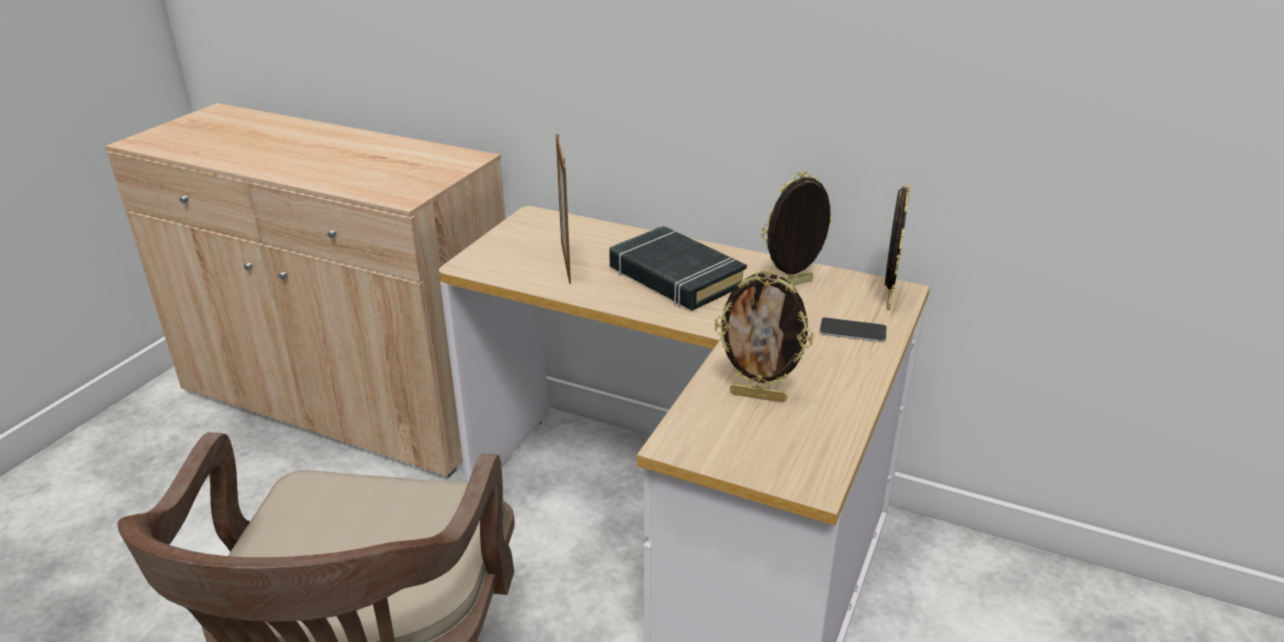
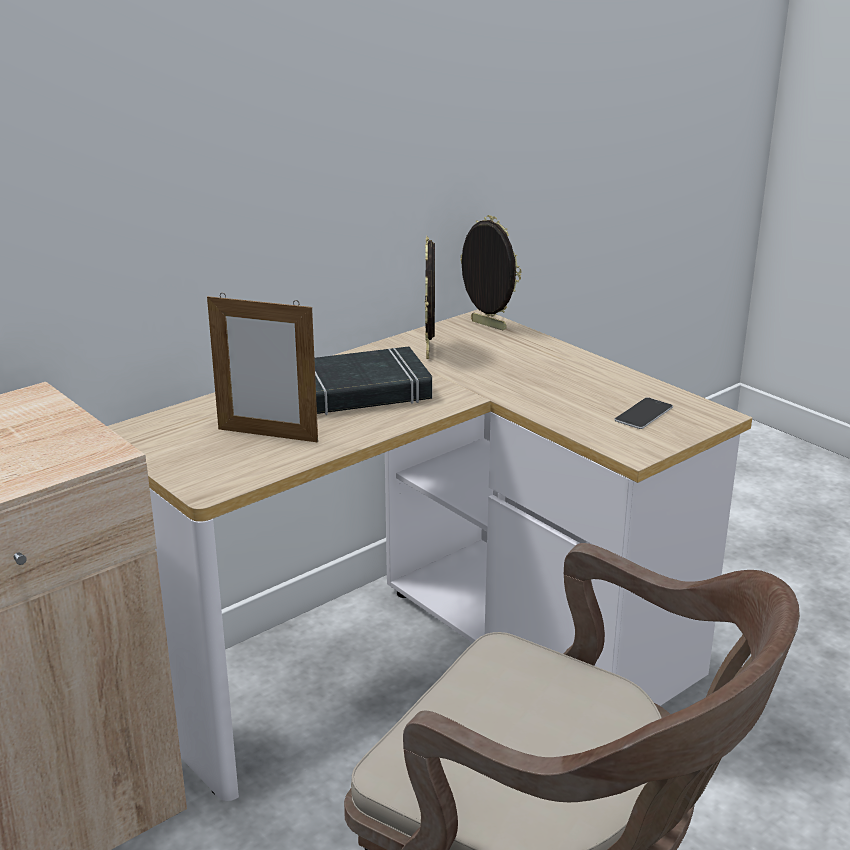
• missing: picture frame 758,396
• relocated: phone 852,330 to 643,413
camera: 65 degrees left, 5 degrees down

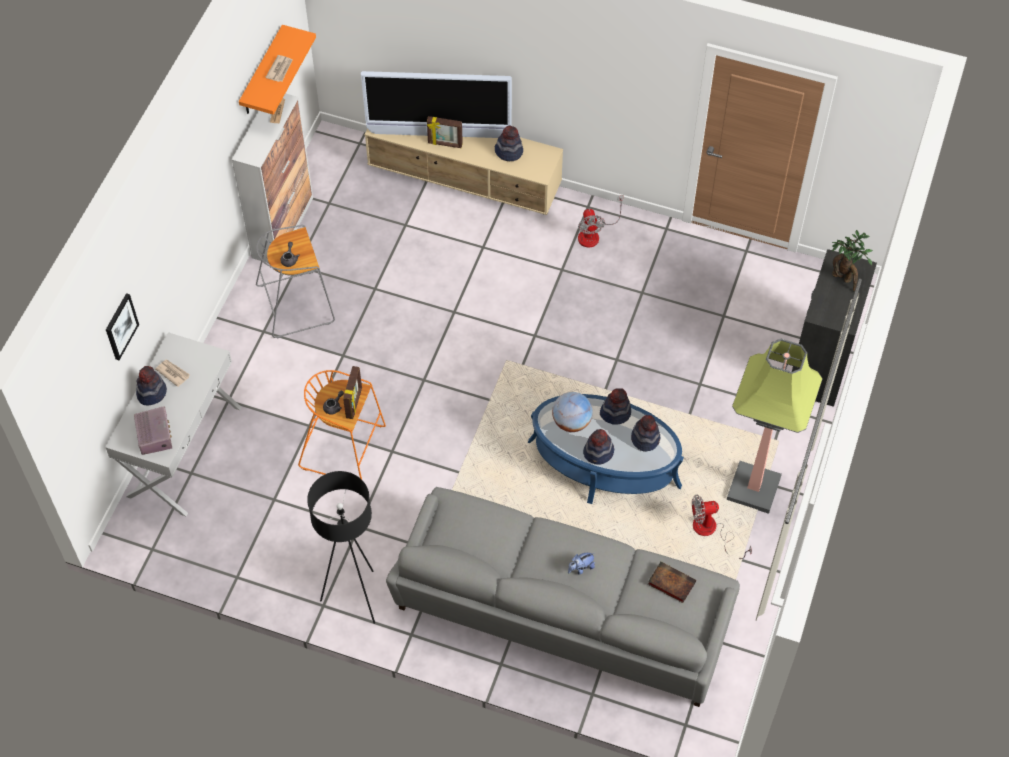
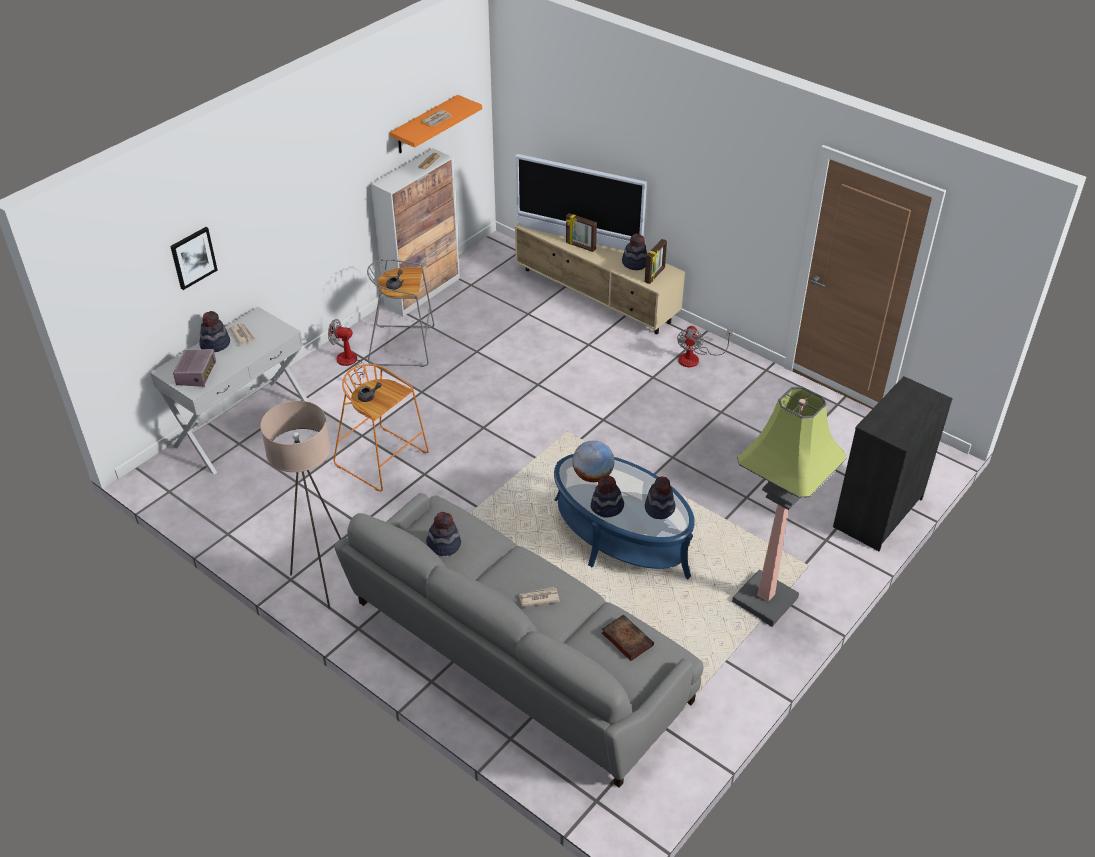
• missing: potted plant 843,278
• relocated: picture frame 354,403 to 655,275
• relocated: hat 615,413 to 444,544
• colour: black floor lamp 355,597 to beige floor lamp 324,581
• relocated: fan 711,531 to 349,364
• exchanged: plush toy 581,568 to newspaper 538,598
camera: 20 degrees right, 15 degrees down

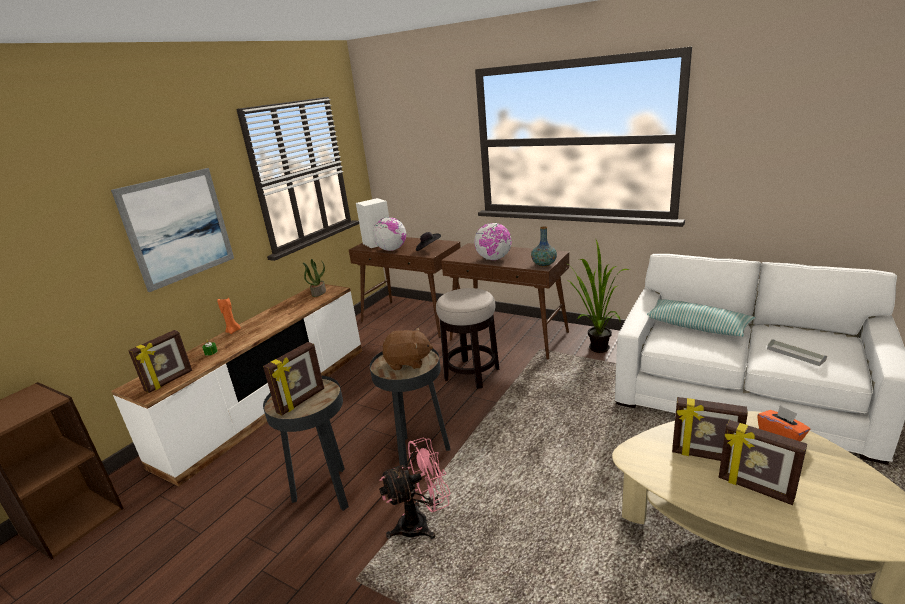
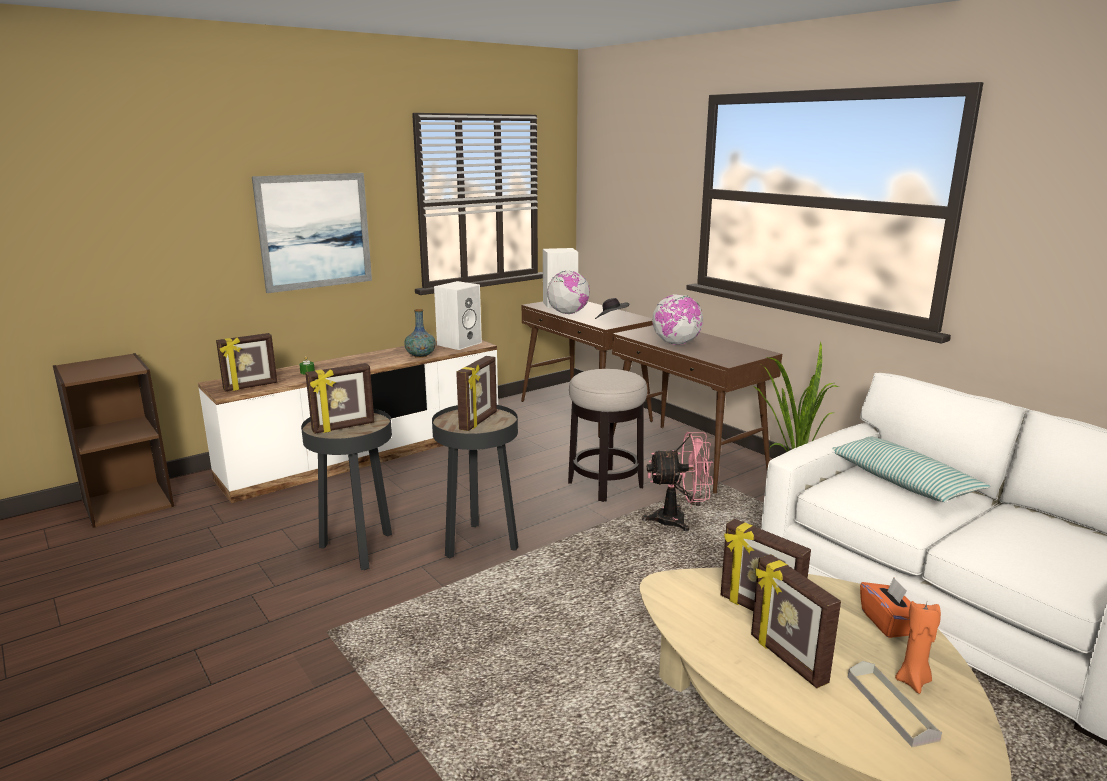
• relocated: vase 544,265 to 420,356
• exchanged: potted plant 318,293 to white speaker 459,343
• relocated: orange candle 233,331 to 913,681
• exchanged: brown plush toy 408,362 to picture frame 479,421
• relocated: grey tray 795,354 to 891,707
• relocated: pink fan 421,523 to 678,520
camera: 20 degrees right, 5 degrees down

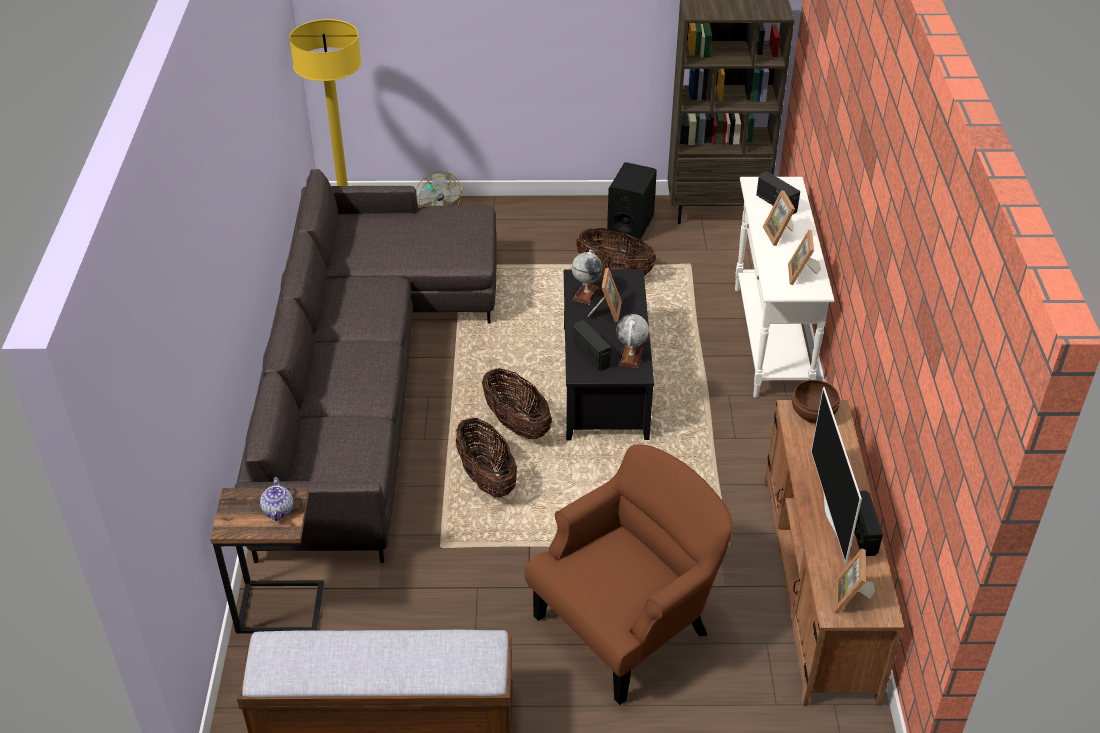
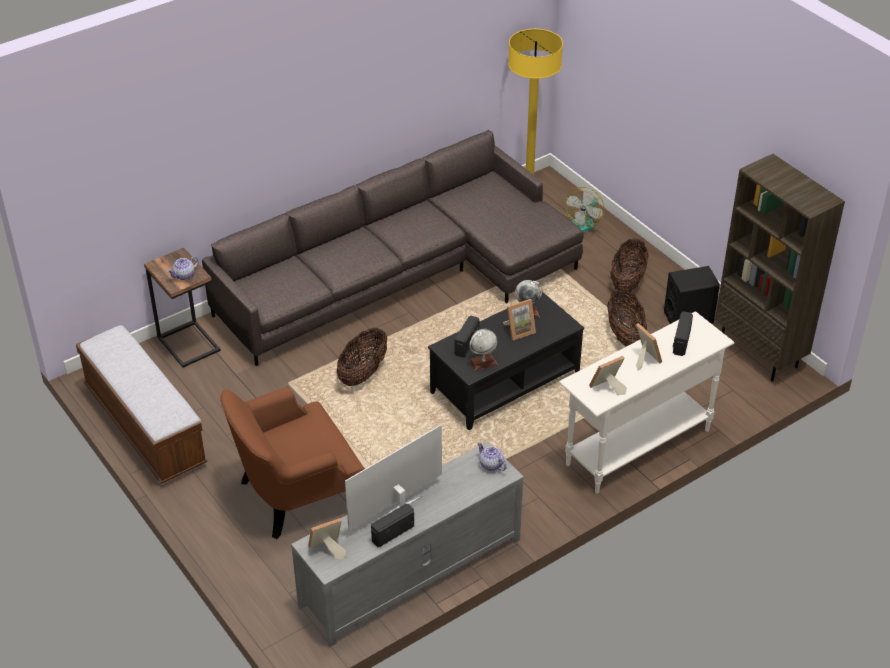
• spun: picture frame 780,235 = 644,358 105 degrees clockwise
• relocated: basket 517,424 to 627,282
• exchanged: brown bowl 814,414 to teapot 490,465
• colour: brown tv stand 818,584 to grey tv stand 410,573
• spun: brown armchair 626,625 = 296,494 135 degrees clockwise
camera: 55 degrees right, 0 degrees up

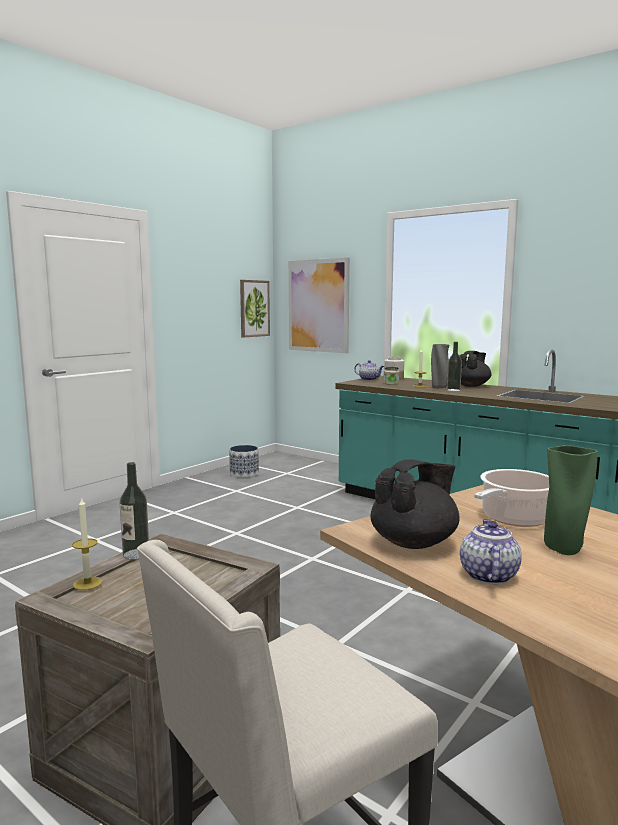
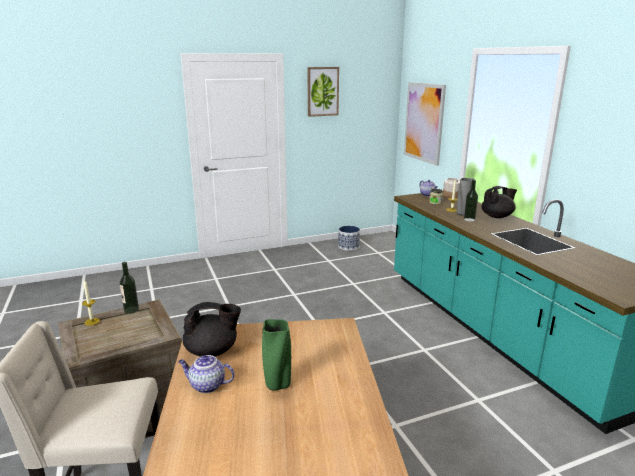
• relocated: picture 254,308 to 322,91
• missing: cooking pot 514,519
• spun: teapot 487,575 = 206,385 120 degrees counterclockwise
camera: 30 degrees right, 10 degrees up

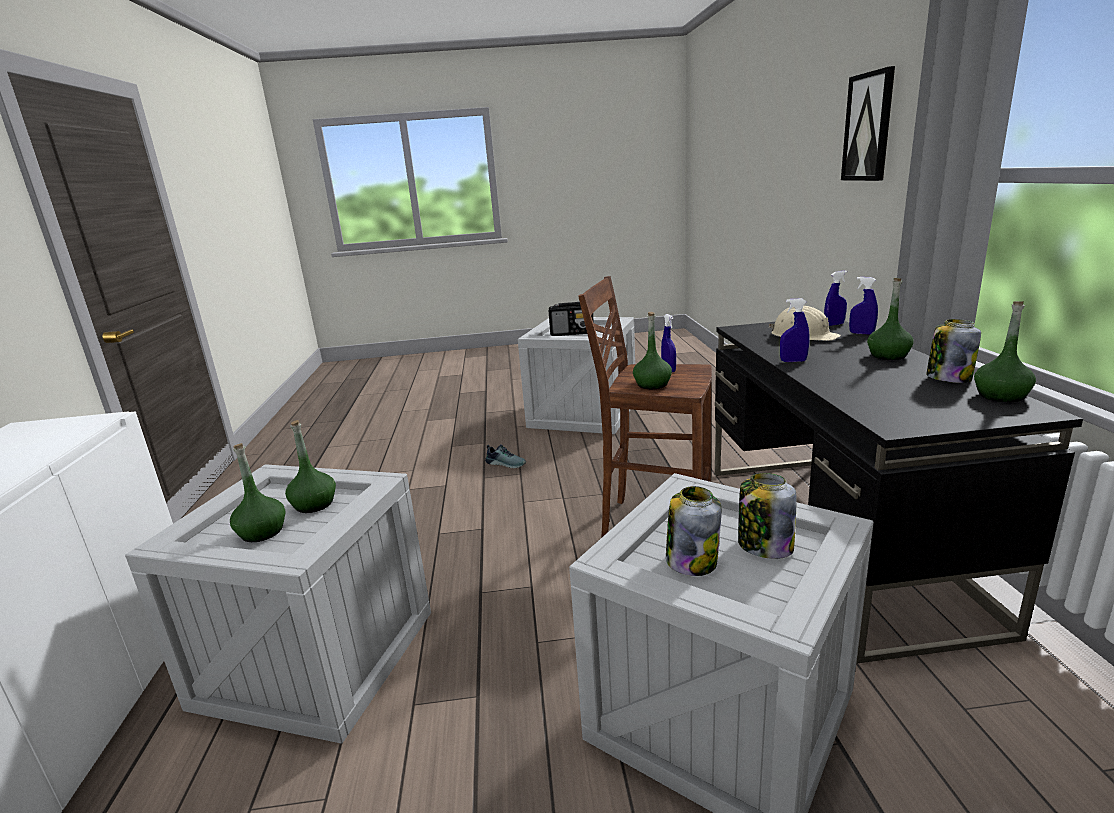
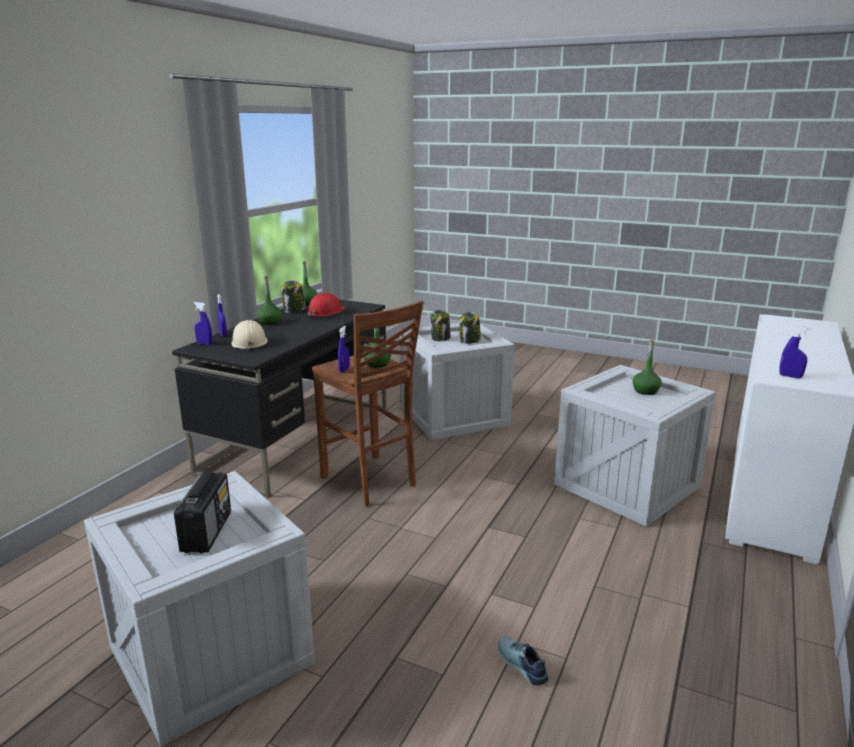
• missing: picture 868,127
• relocated: blue spray bottle 793,361 to 790,376
• spun: radio 572,333 = 207,531 60 degrees clockwise
• missing: green bottle 314,504
• relocated: shoe 506,463 to 520,665
• appeared: red hard hat 325,312
camera: 150 degrees left, 0 degrees up

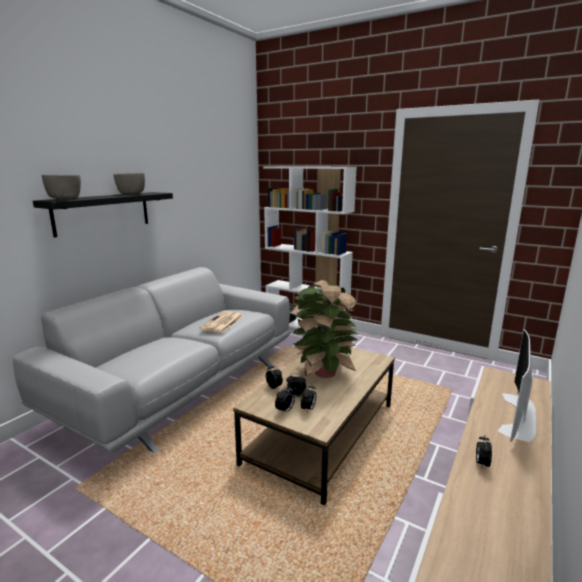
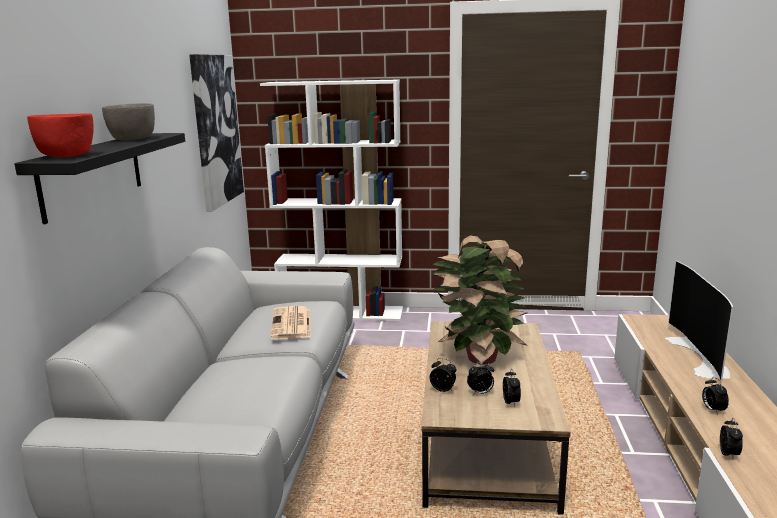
• colour: grey bowl 65,199 to red bowl 67,156
• relocated: alarm clock 285,411 to 729,454
• appeared: picture 216,130
camera: 25 degrees left, 0 degrees up

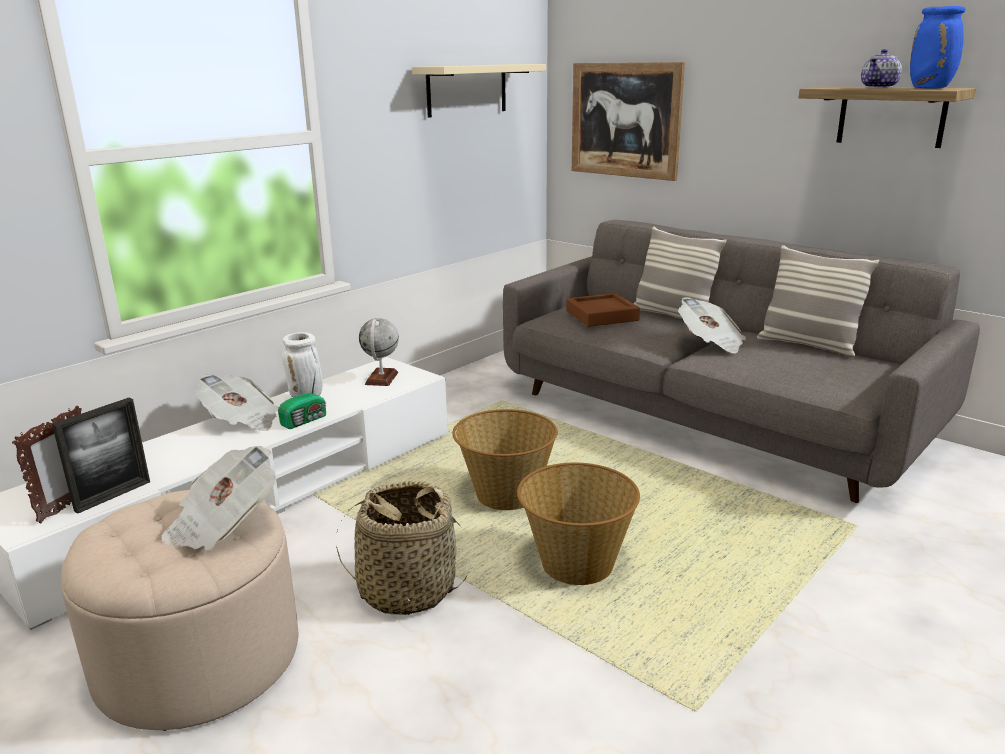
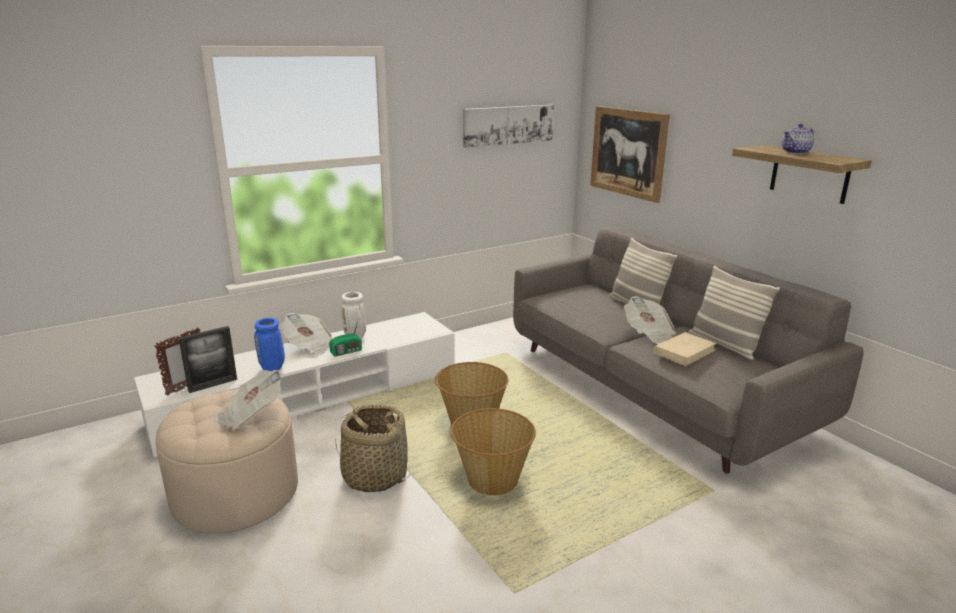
• relocated: blue vase 931,88 to 273,369
• exchanged: beige shelf 467,90 to picture 508,125
• missing: brown tray 602,316
• missing: globe 381,378
• appeared: beige book 684,352
camera: 15 degrees right, 0 degrees up

